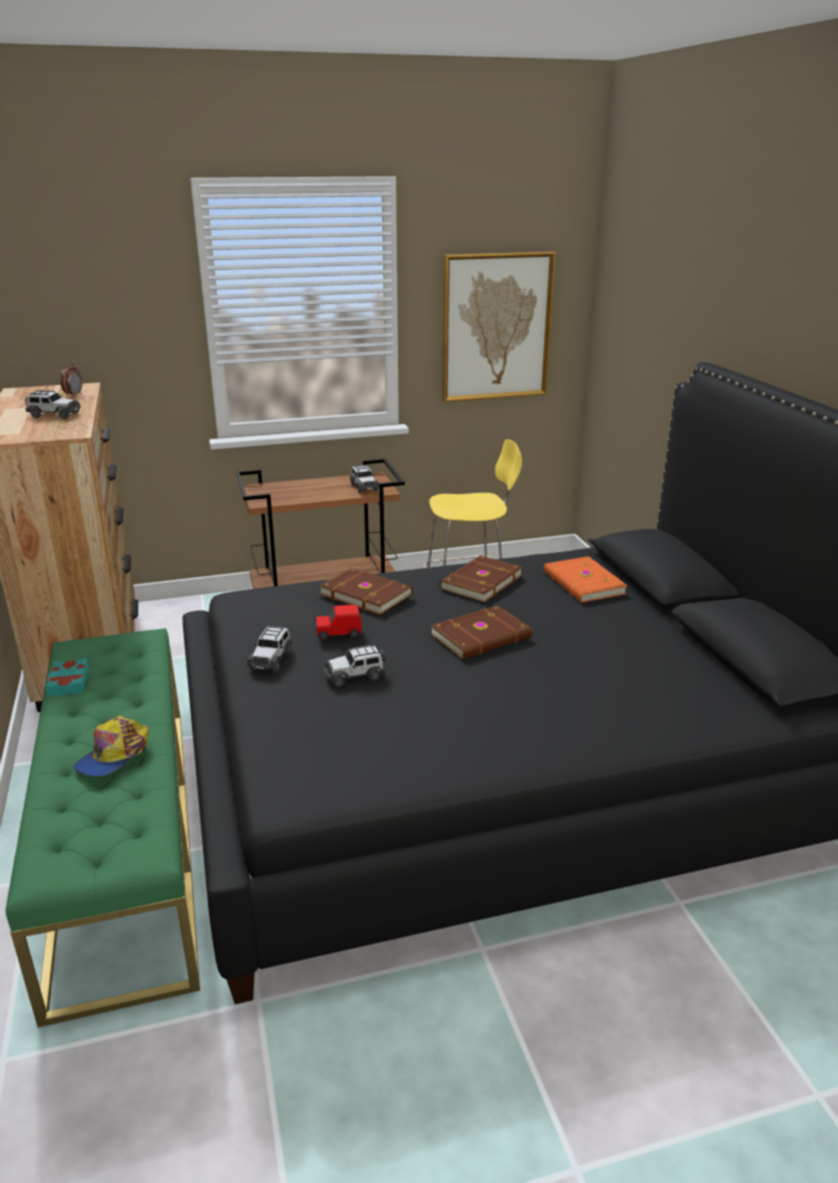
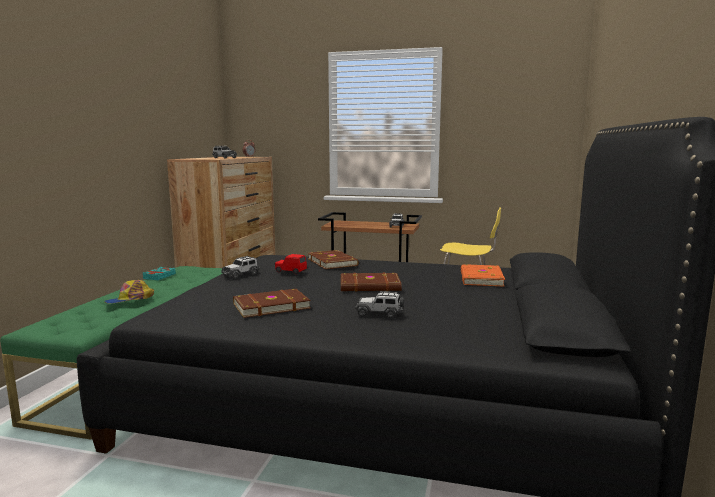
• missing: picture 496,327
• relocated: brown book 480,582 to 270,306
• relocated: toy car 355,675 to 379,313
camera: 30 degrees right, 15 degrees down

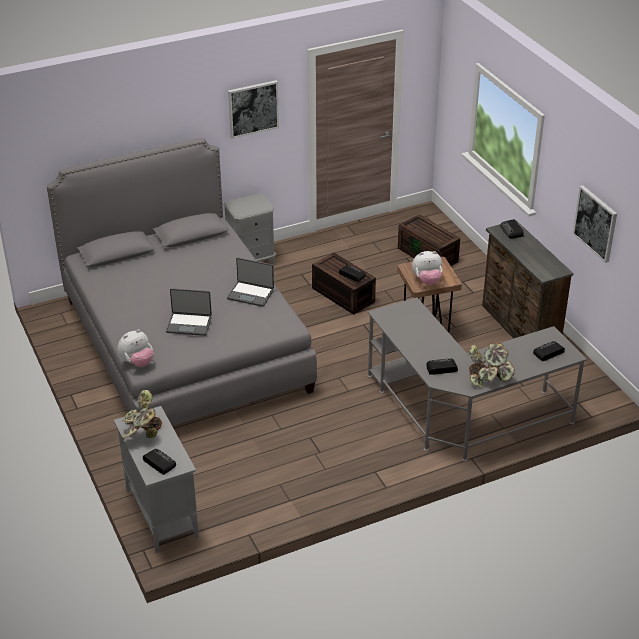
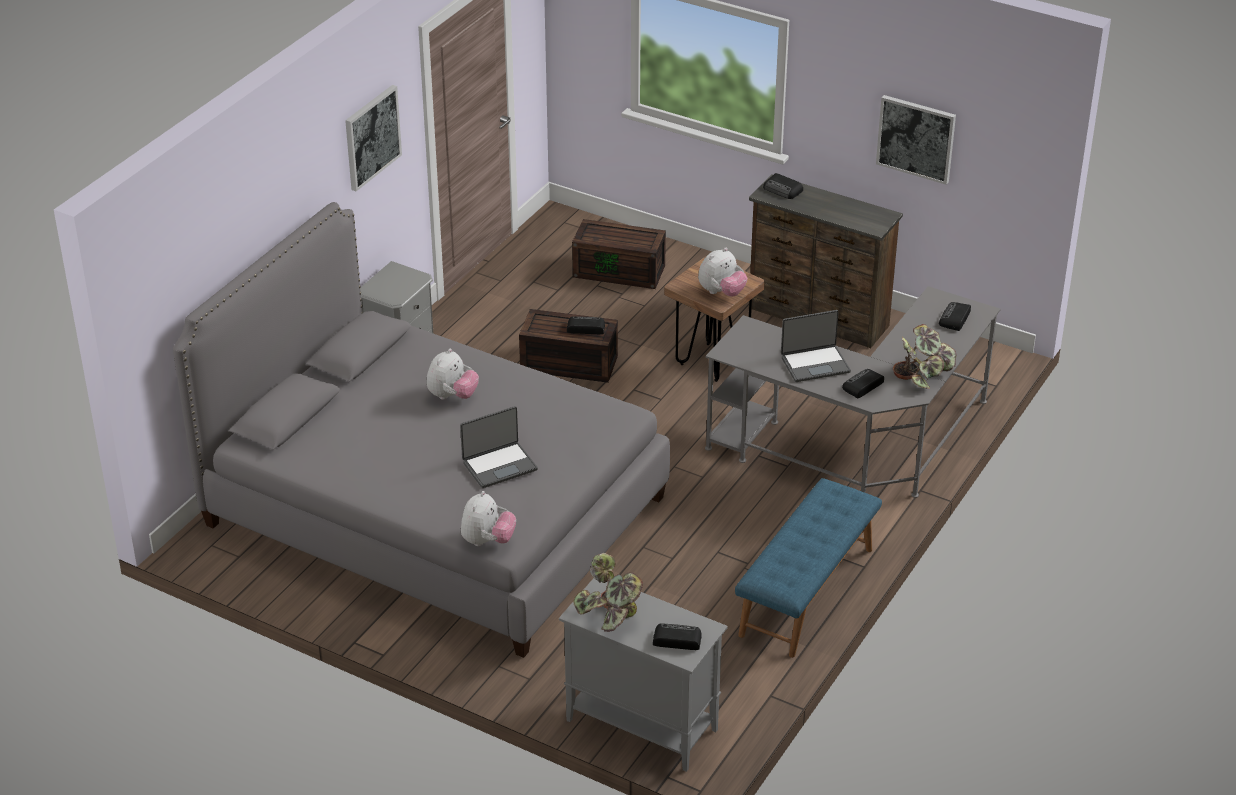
• relocated: laptop 251,294 to 815,364
• appeared: plush toy 452,396
• appeared: blue bench 807,592
camera: 35 degrees left, 0 degrees up

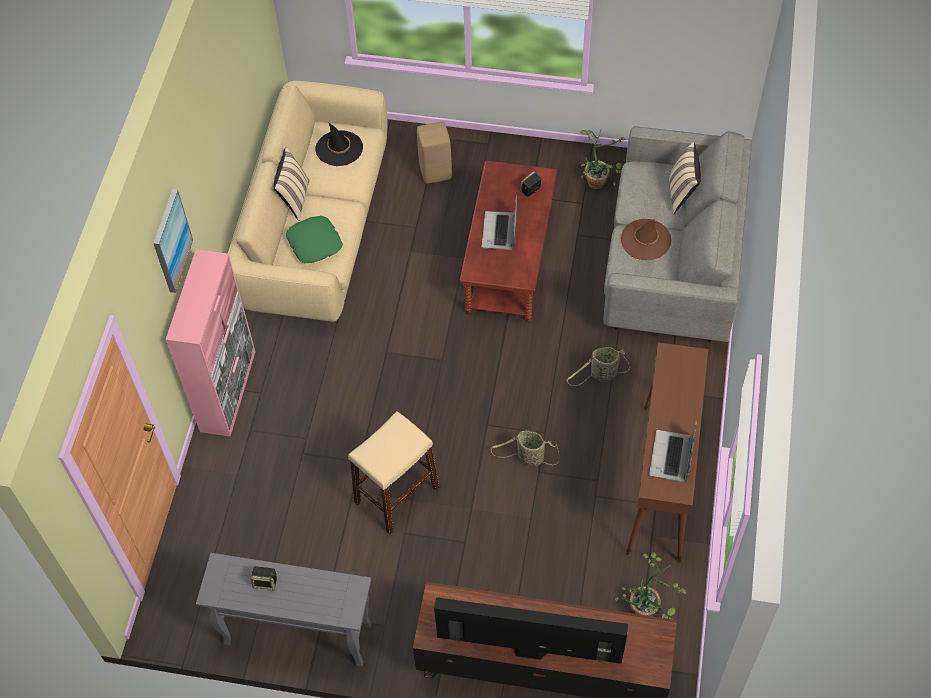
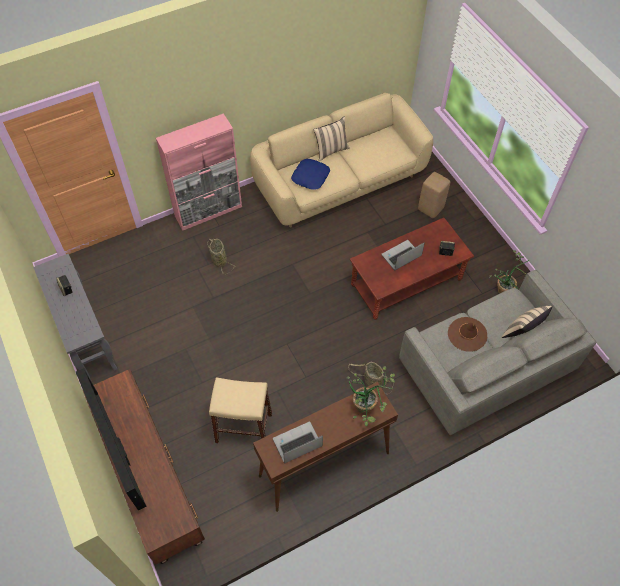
• missing: black hat 339,148
• missing: picture 171,241
• colour: green pillow 315,243 to blue pillow 311,177
• relocated: beige stool 396,495 to 243,427
• relocated: basket 528,458 to 219,260
• relocated: potted plant 648,608 to 367,409
camera: 50 degrees right, 0 degrees up

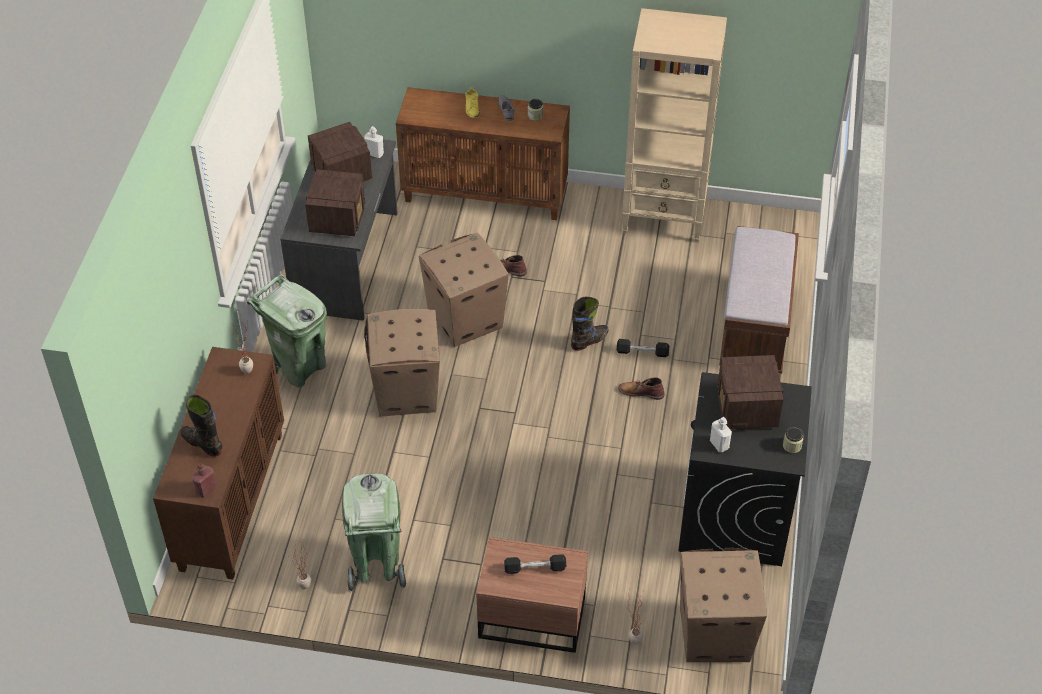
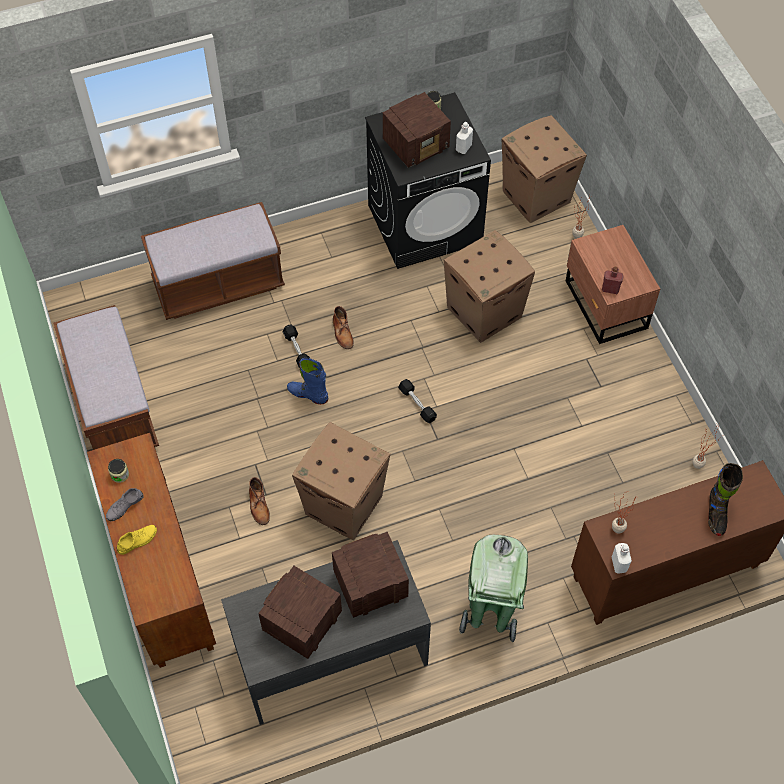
• exchanged: beige bookcase 664,218 to brown bench 113,406
• relocated: white bottle 375,154 to 619,564
• colour: black boot 589,341 to blue boot 308,394
• relocated: cardboard box 406,393 to 485,312
• relocated: red bottle 206,490 to 610,289
• missing: green trash can 376,567
• relocated: black dumbbell 535,568 to 417,404
camera: 120 degrees left, 10 degrees up

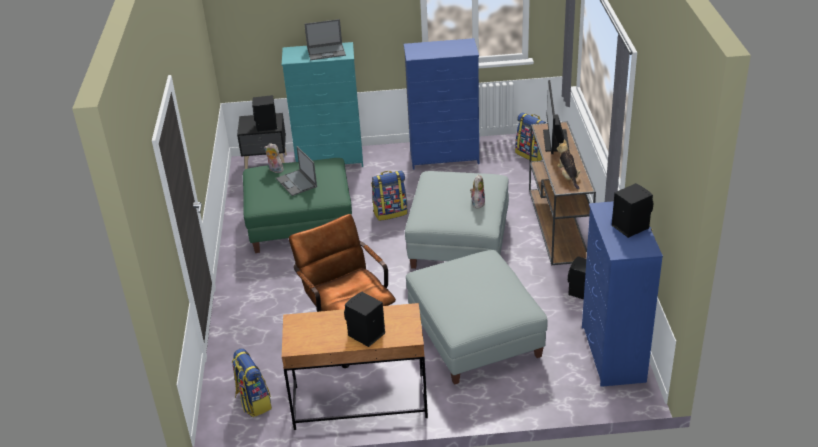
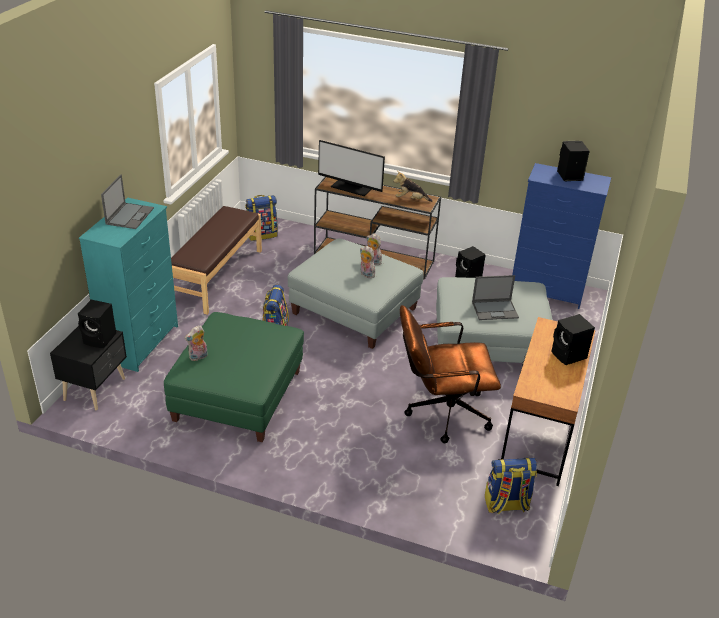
• exchanged: blue dresser 445,157 to brown bench 217,276
• relocated: laptop 297,183 to 495,310
• appeared: plush toy 366,274
camera: 70 degrees left, 0 degrees up

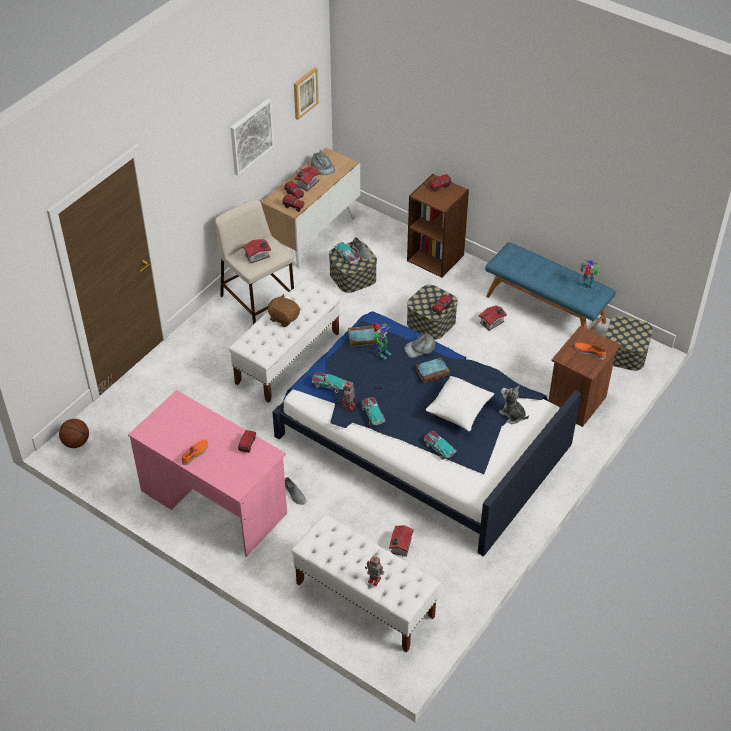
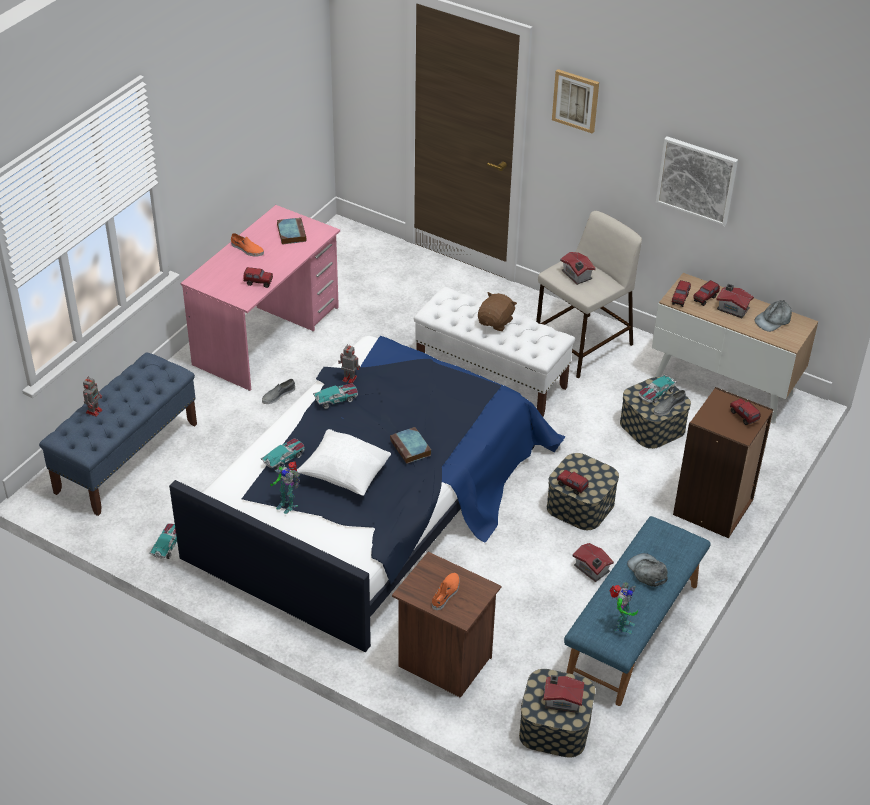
• relocated: picture 305,93 to 576,100
• relocated: toy robot 382,353 to 287,504
• relocated: book 362,338 to 291,233
• relocated: grey cap 420,348 to 647,571
• relocated: toy car 328,384 to 167,545
• missing: plush toy 512,415
• missing: basketball 76,442
• colour: white bench 364,599 to blue bench 127,457
• relocated: toy house 400,546 to 561,700
camera: 85 degrees right, 5 degrees down

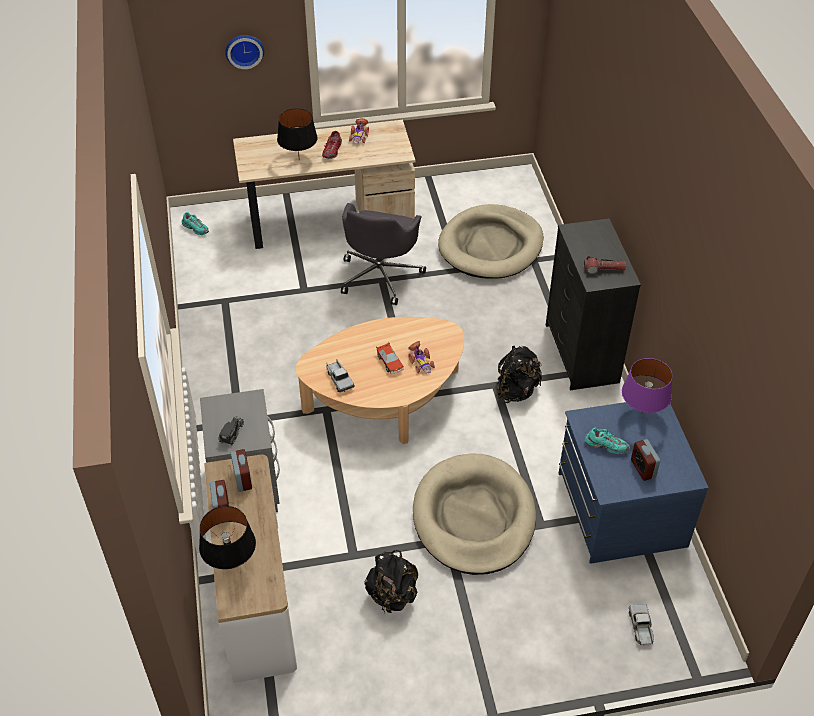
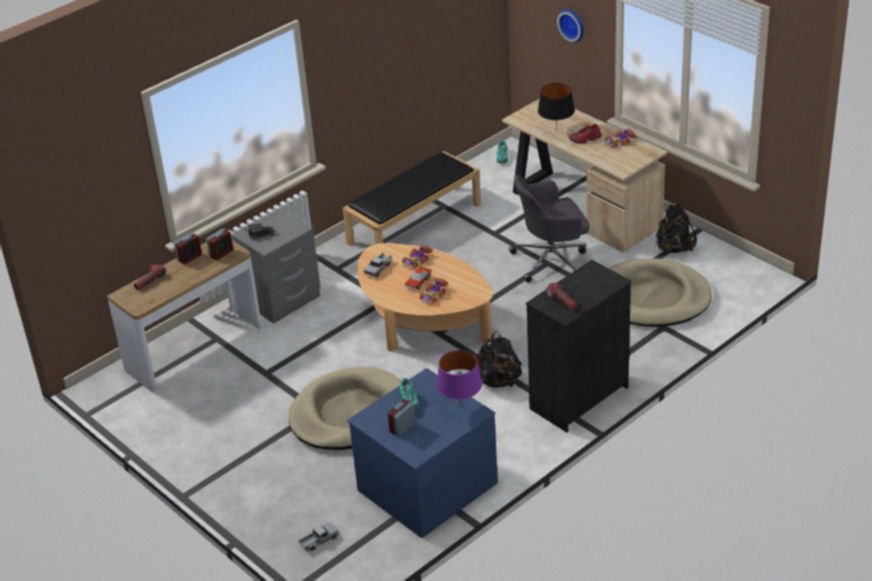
• exchanged: black table lamp 231,565 to flashlight 150,281
• relocated: black backpack 392,595 to 674,248
• appeared: black bench 415,223
• appeared: toy car 417,260
camera: 60 degrees right, 10 degrees down

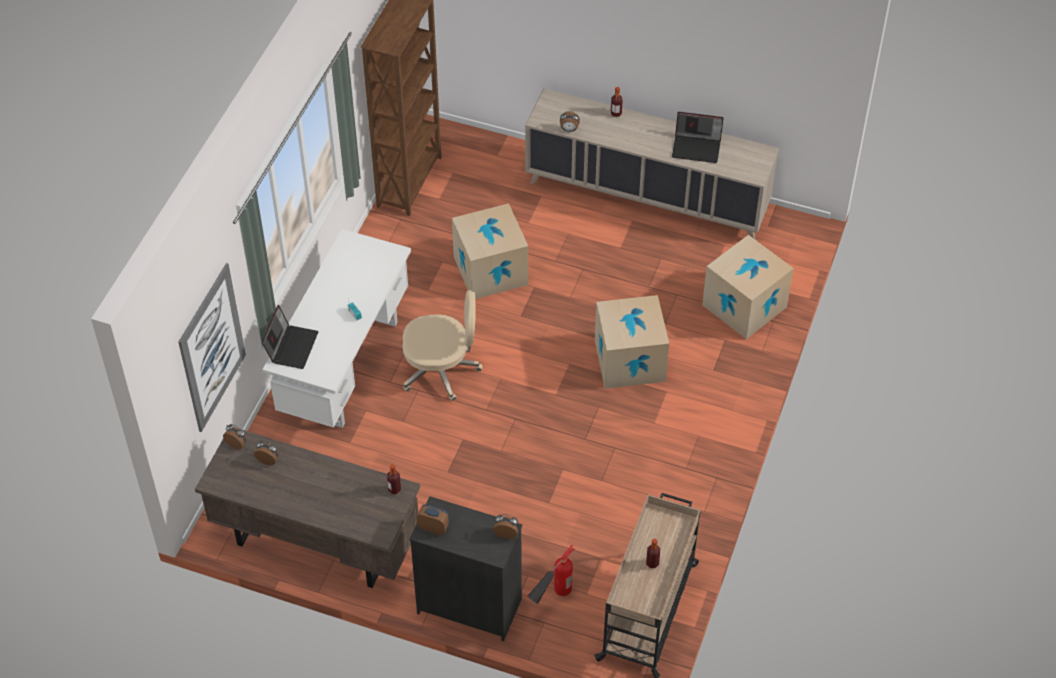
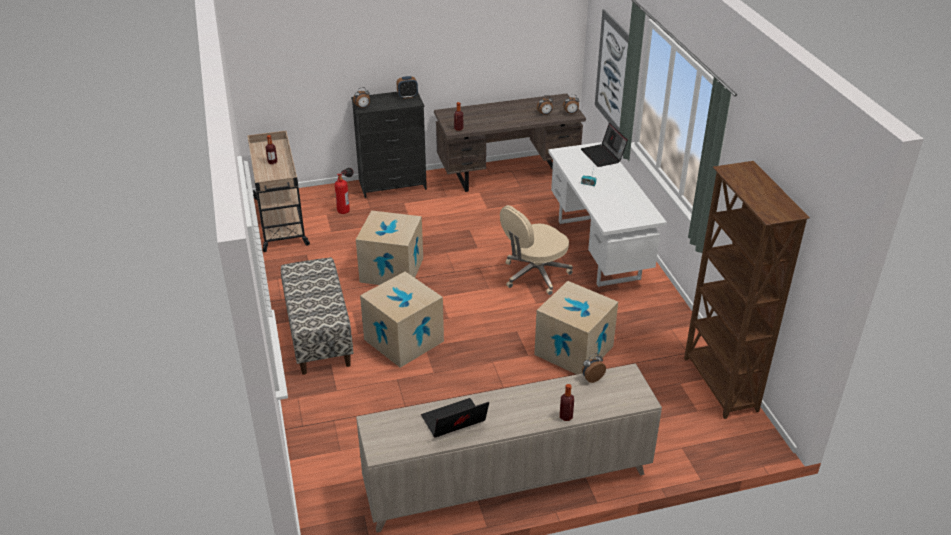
• relocated: cardboard box 744,306 to 391,270
• appeared: bench 318,335
camera: 145 degrees right, 15 degrees down

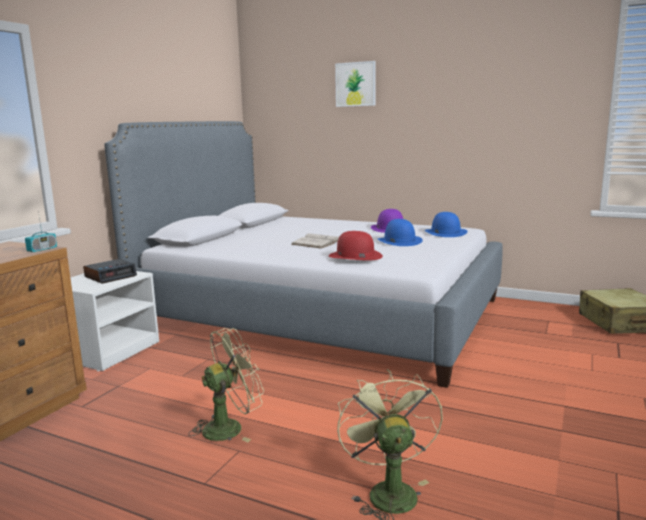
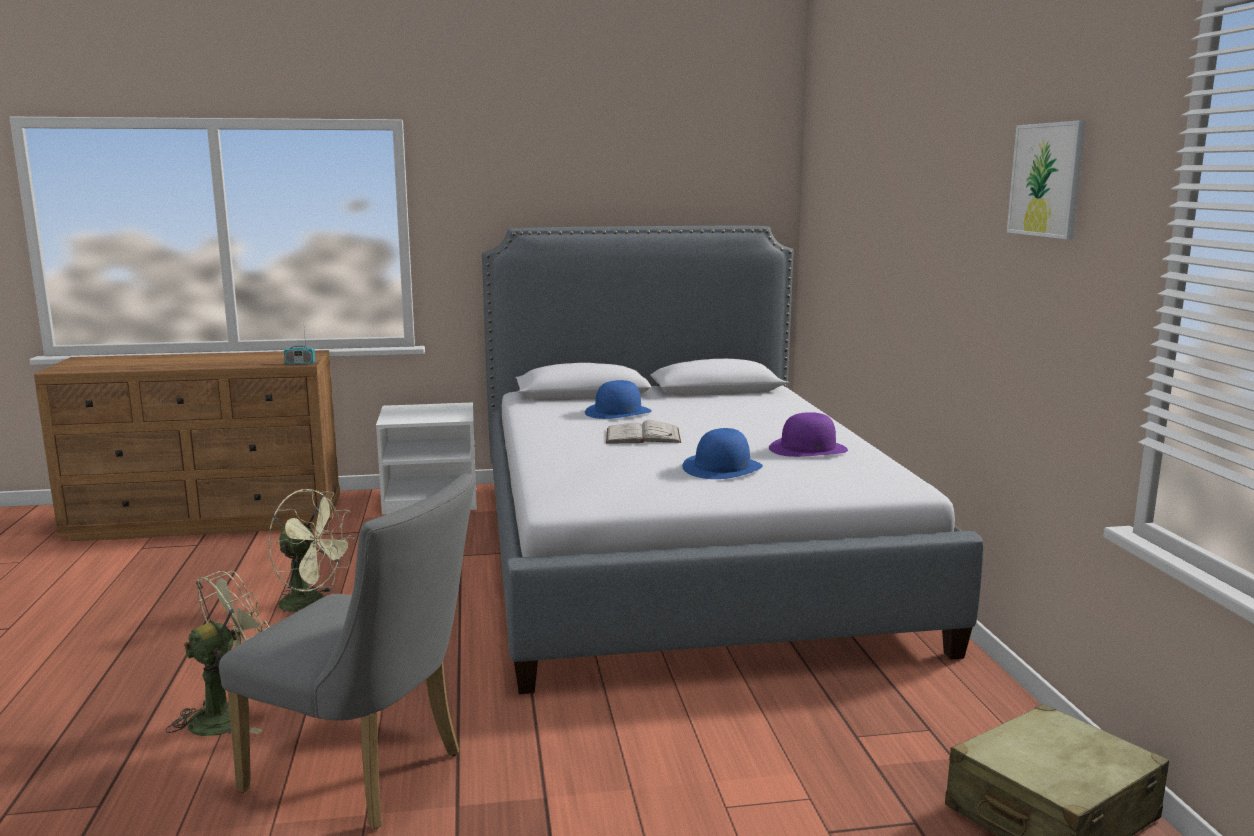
• relocated: picture 355,84 to 1047,180
• relocated: blue hat 445,232 to 618,412
• missing: red hat 355,256
• missing: alarm clock 111,276
• appeared: grey chair 367,774
camera: 55 degrees right, 0 degrees up

